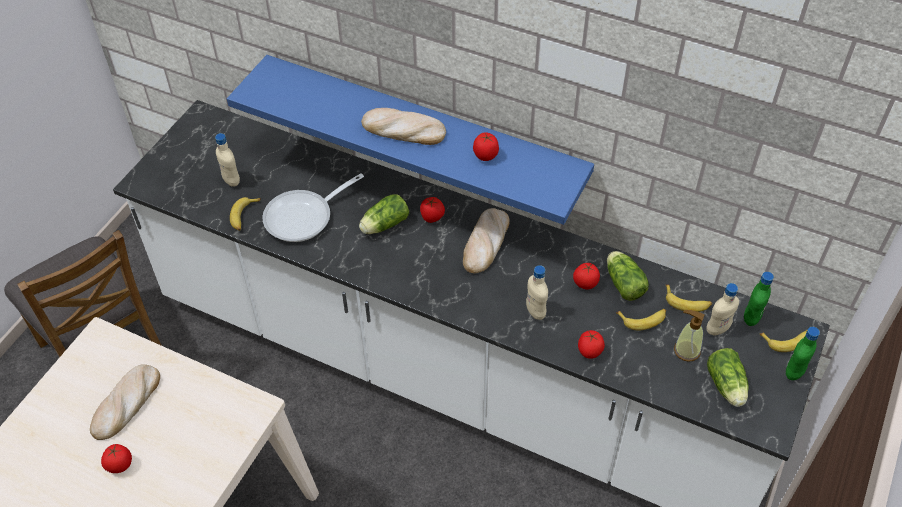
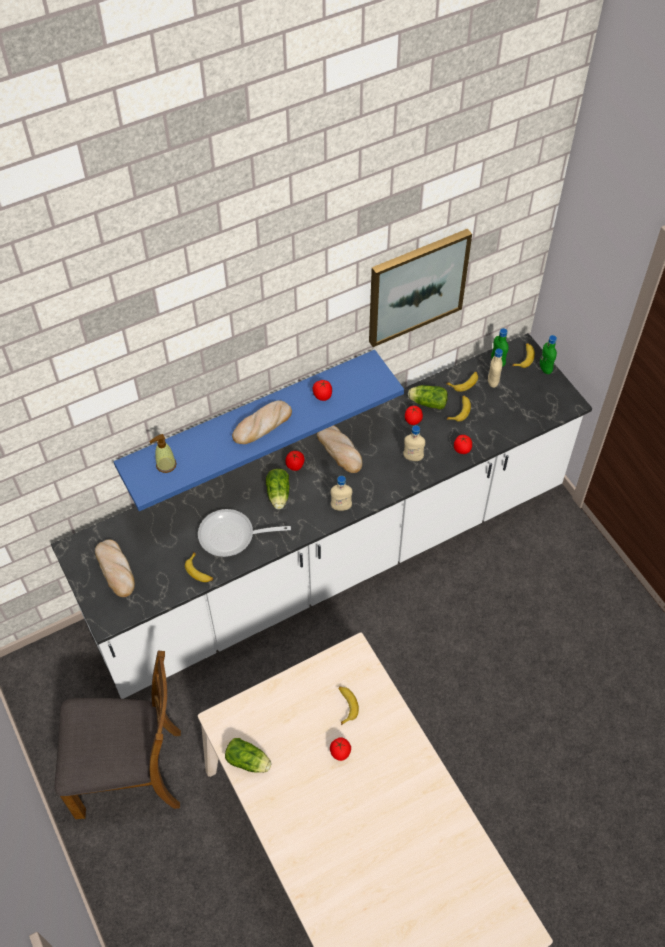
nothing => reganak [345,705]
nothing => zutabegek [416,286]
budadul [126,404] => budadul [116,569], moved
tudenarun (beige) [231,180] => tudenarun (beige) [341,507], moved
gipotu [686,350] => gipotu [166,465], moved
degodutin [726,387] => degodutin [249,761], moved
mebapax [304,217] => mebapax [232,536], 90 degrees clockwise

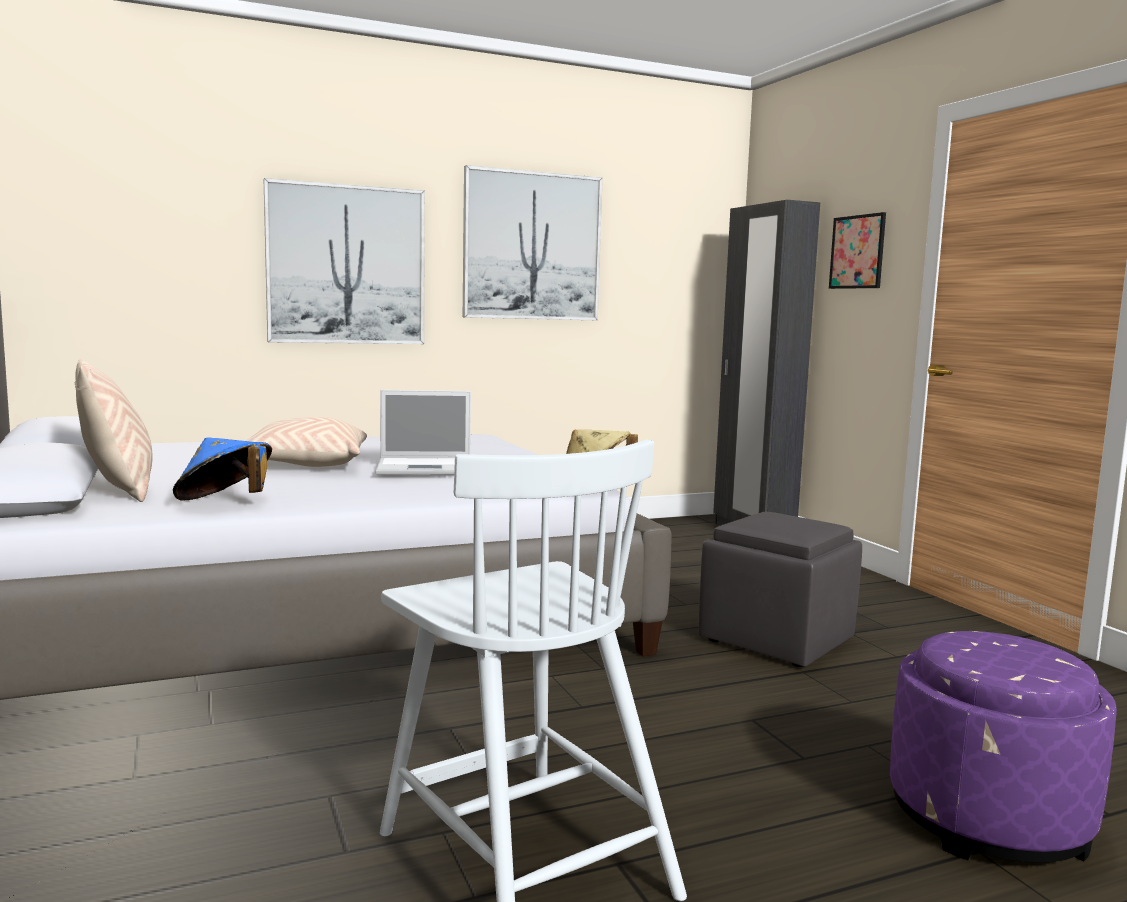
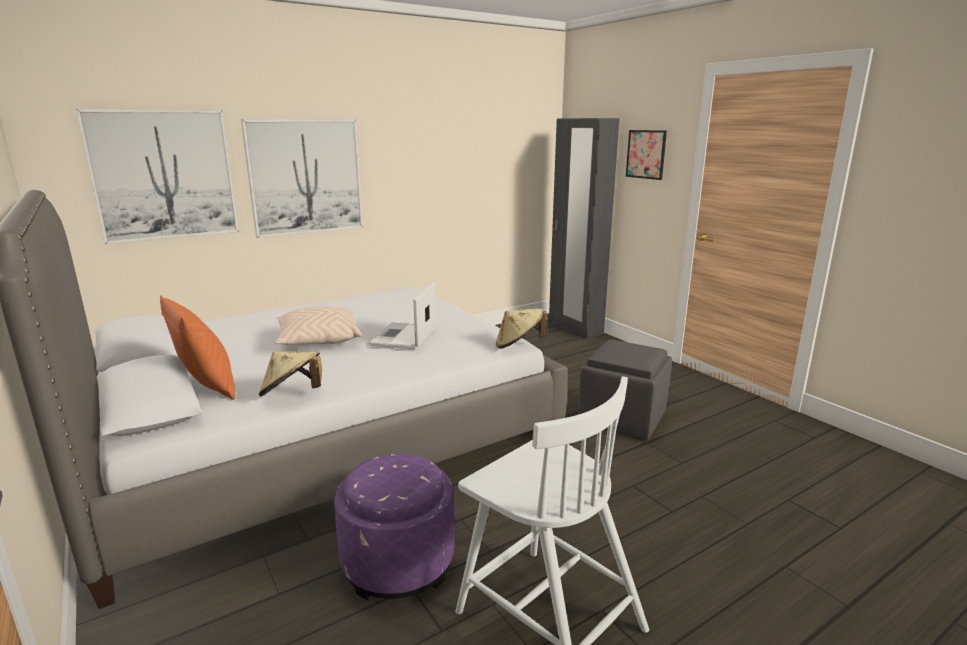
zutabegek [532,246] => zutabegek [164,175], moved
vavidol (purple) [988,818] => vavidol (purple) [398,563], moved
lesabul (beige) [118,490] => lesabul (orange) [207,387]
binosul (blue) [225,503] => binosul (beige) [292,393]
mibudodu [427,468] => mibudodu [404,337], 120 degrees clockwise

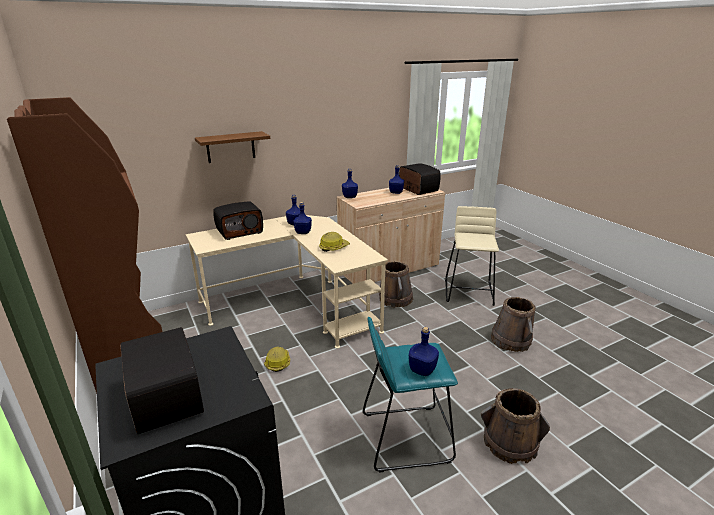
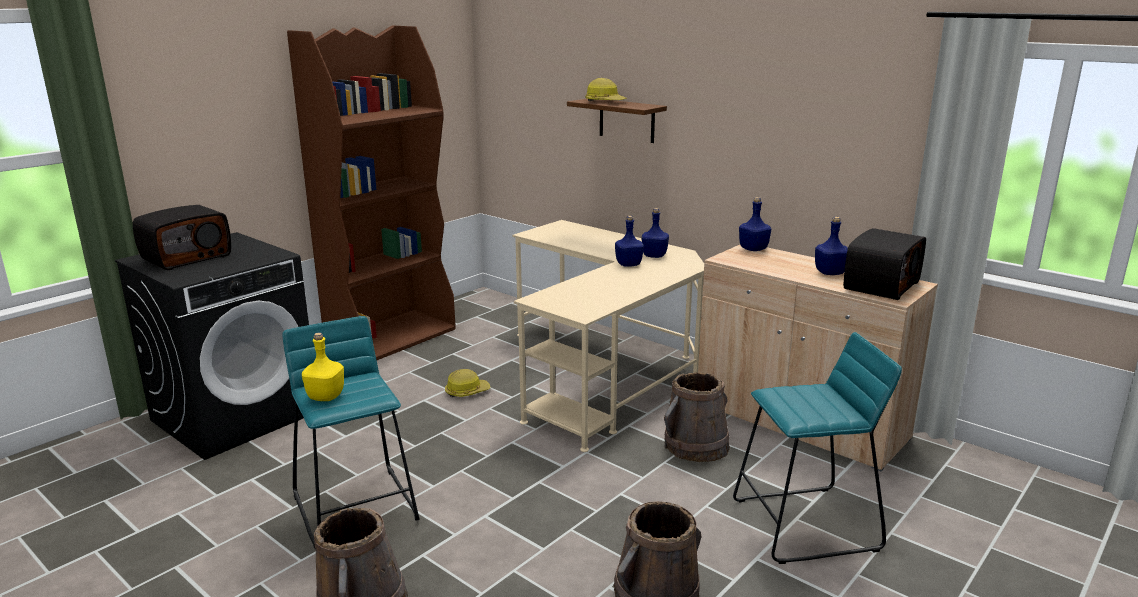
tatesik [240,231] => nothing
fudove [333,247] => fudove [605,102], moved
tudenarun (blue) [421,370] => tudenarun (yellow) [326,396]
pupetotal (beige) [469,292] => pupetotal (turquoise) [805,525]

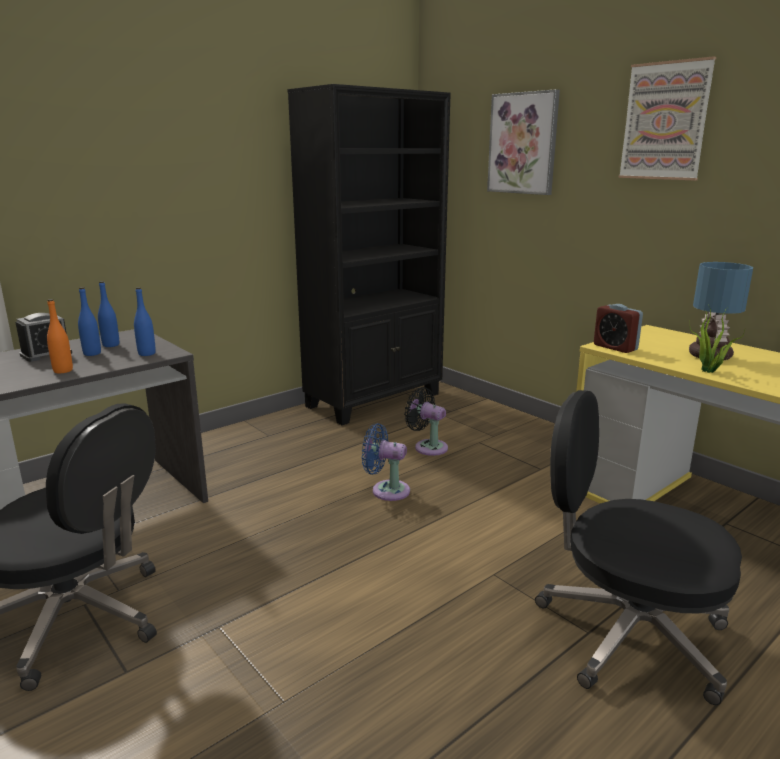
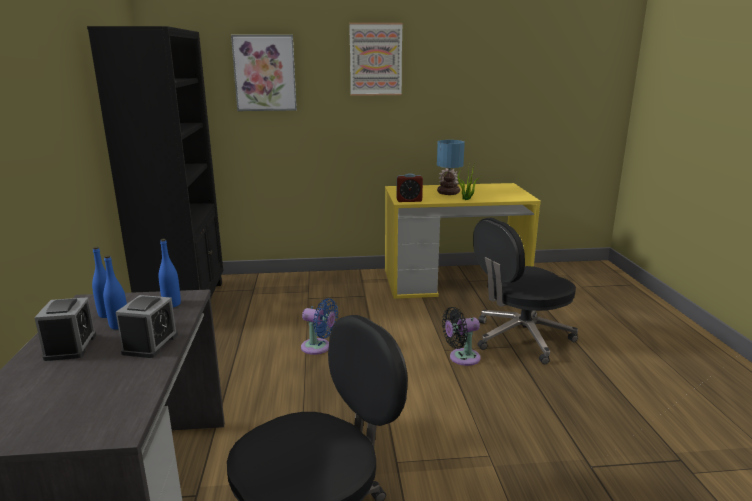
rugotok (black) [428,447] => rugotok (black) [461,358], moved
tudenarun (orange) [63,370] => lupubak [150,344]
rugotok (blue) [386,490] => rugotok (blue) [318,347], 120 degrees counterclockwise

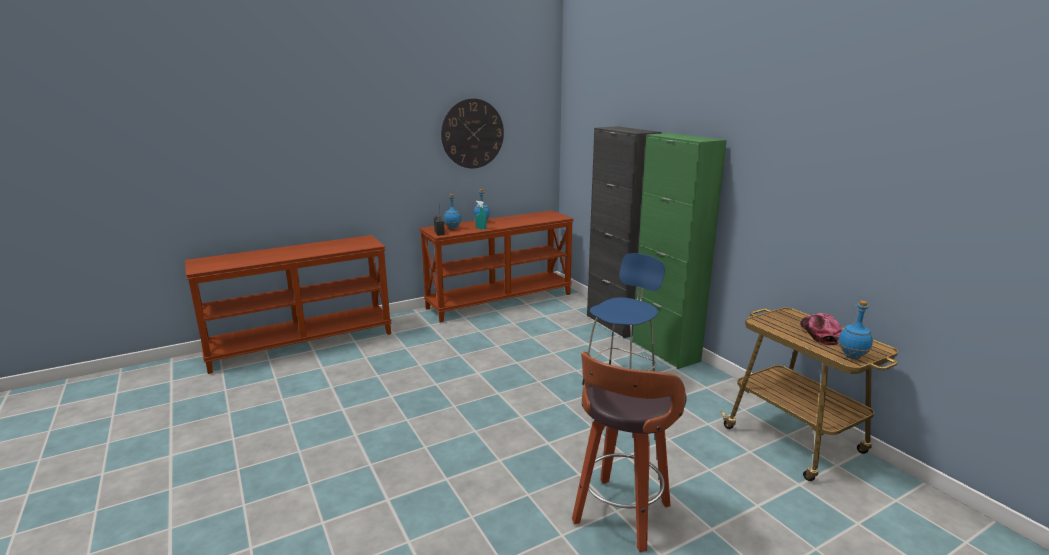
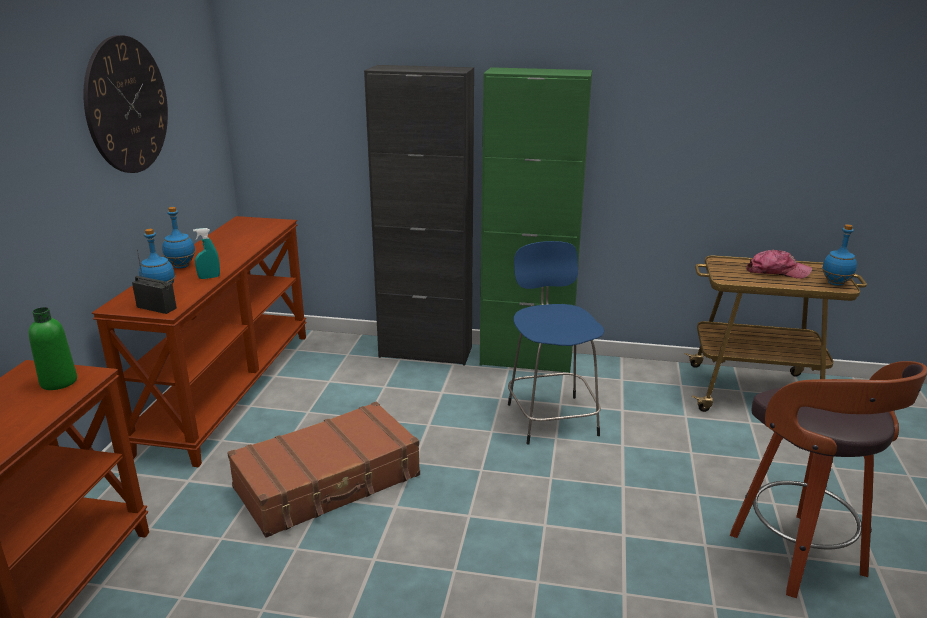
nothing => tudenarun (green) [59,382]
nothing => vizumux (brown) [328,482]
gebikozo [819,333] => gebikozo [777,272], 150 degrees clockwise

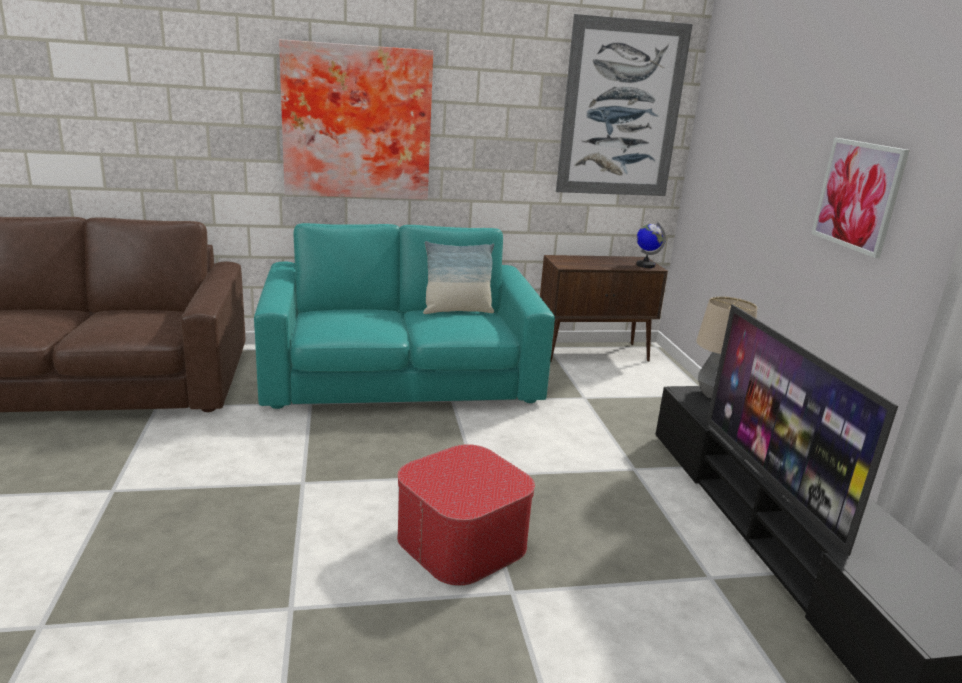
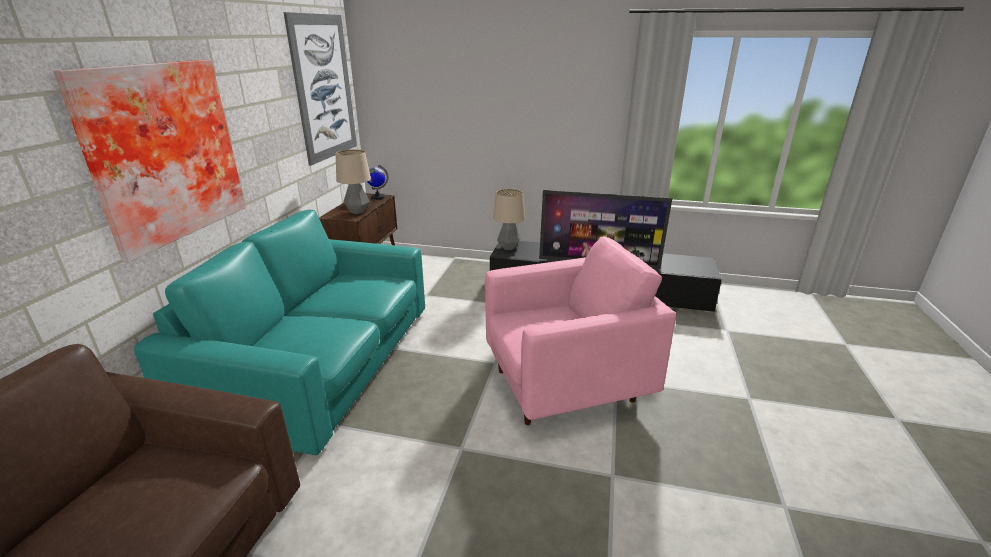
lesabul [457,311] => nothing
zutabegek [858,195] => nothing
nothing => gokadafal [357,212]
vavidol [461,541] => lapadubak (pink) [565,386]

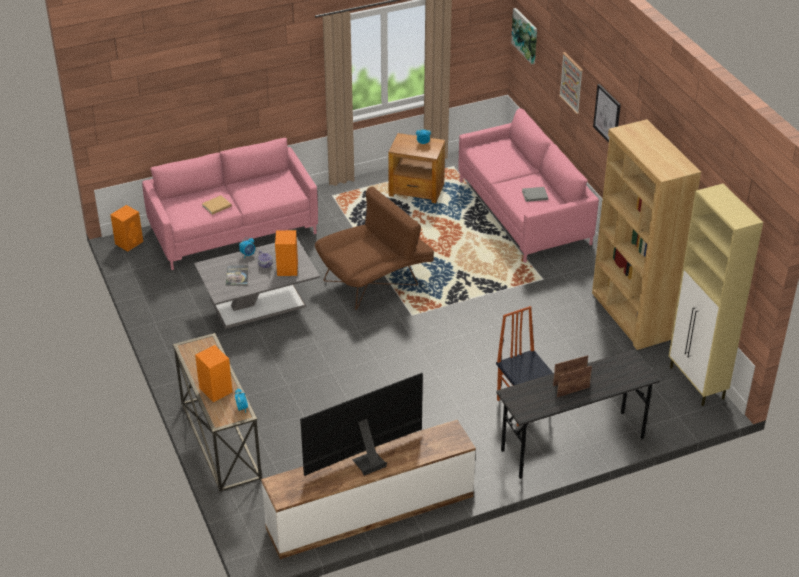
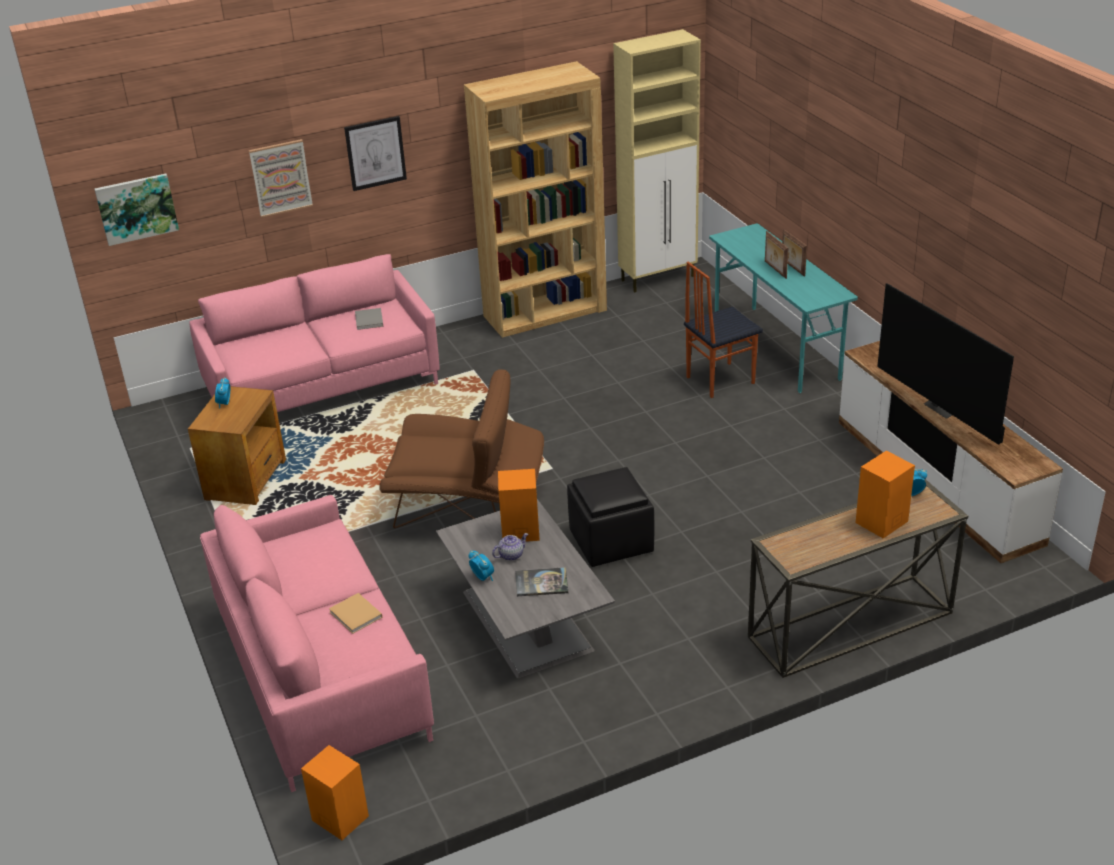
nothing => vavidol (black) [610,542]
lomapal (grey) [572,445] => lomapal (turquoise) [776,349]
lapadubak (brown) [376,279] => lapadubak (brown) [468,505], 135 degrees clockwise

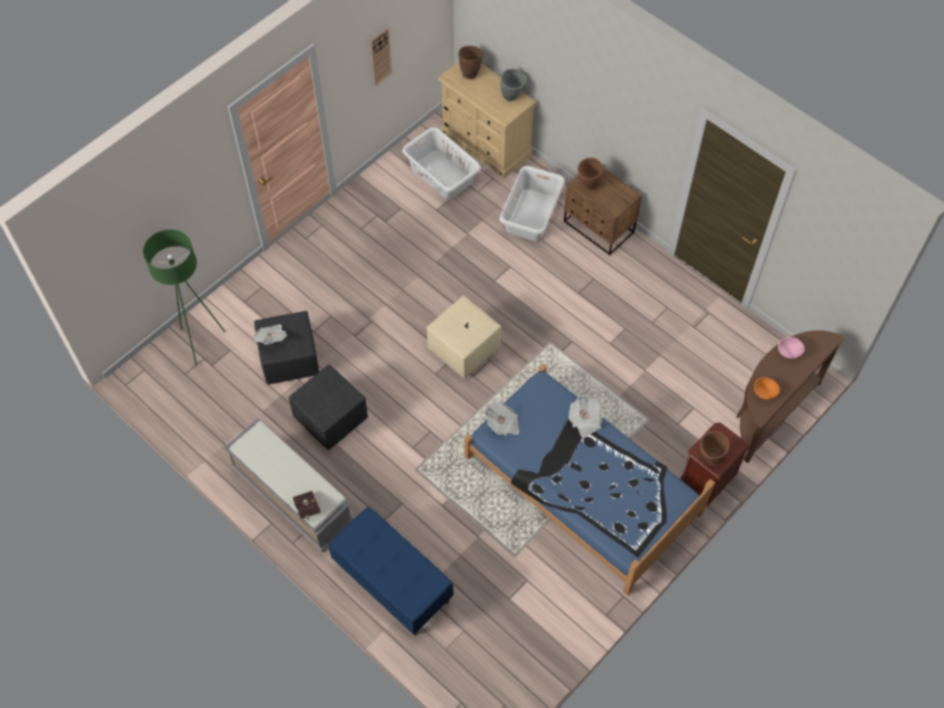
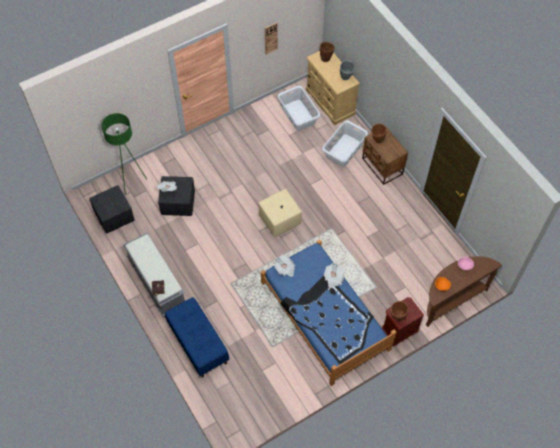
vavidol (black) [331,418] => vavidol (black) [114,216], moved

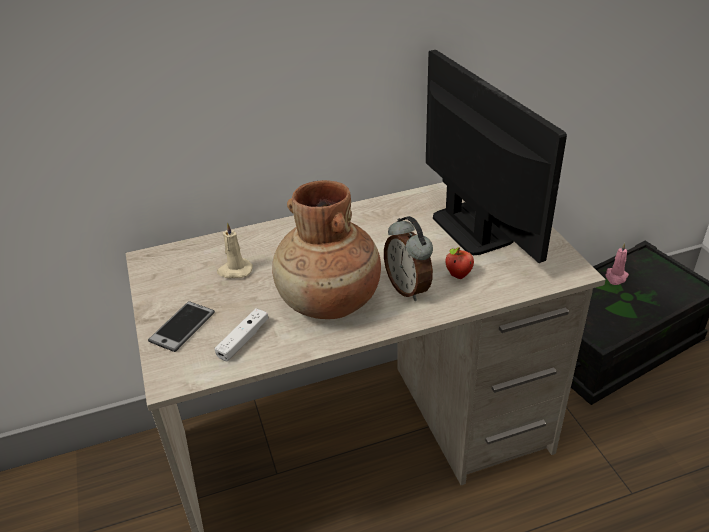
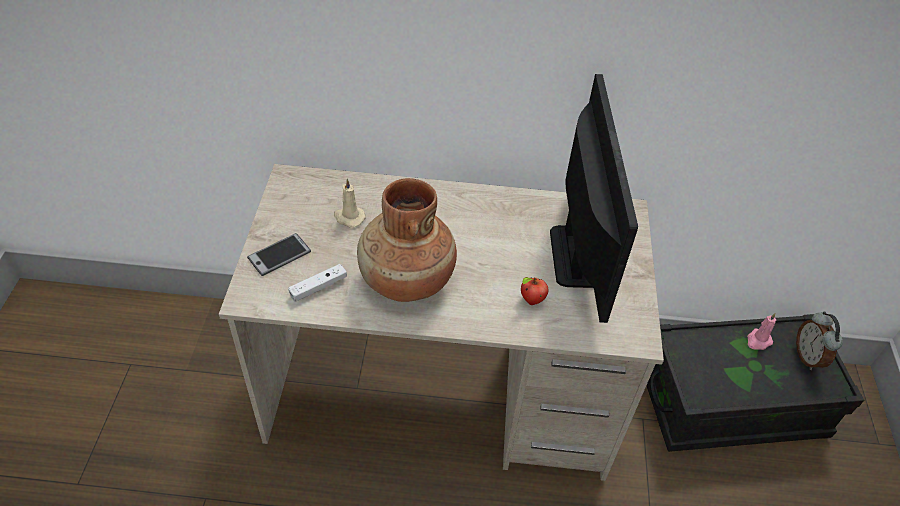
lupubak [409,288] => lupubak [808,357], moved

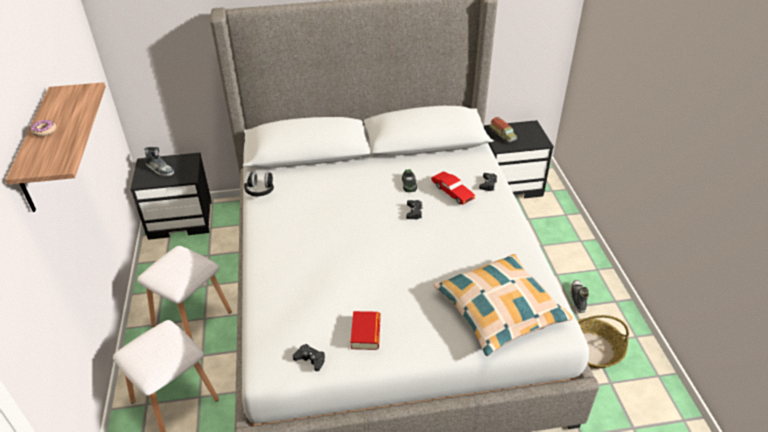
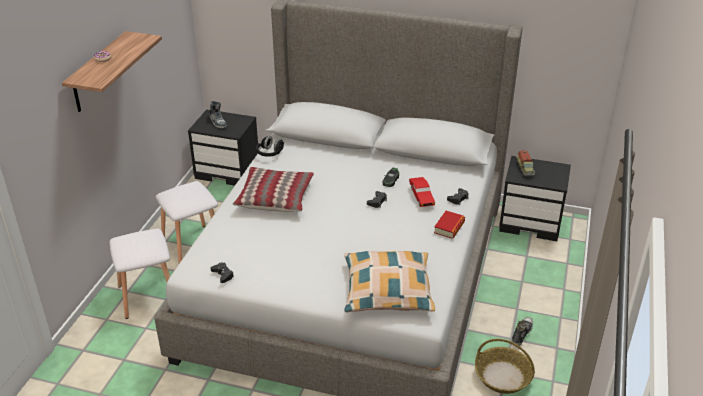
nothing => lesabul [275,197]
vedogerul [366,333] => vedogerul [449,227], moved

